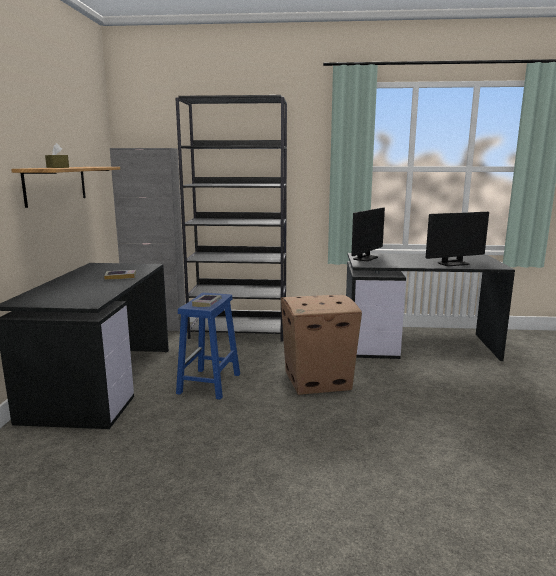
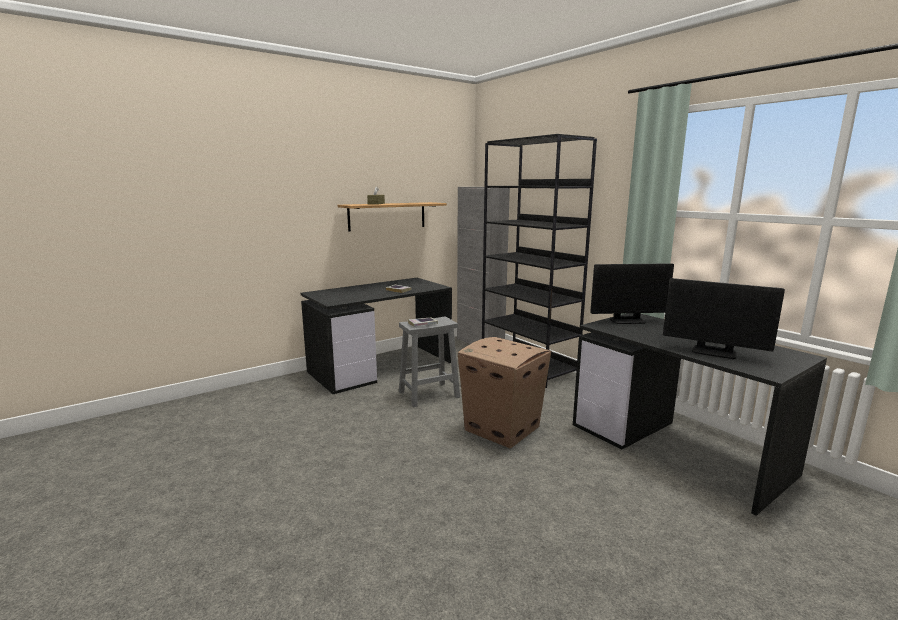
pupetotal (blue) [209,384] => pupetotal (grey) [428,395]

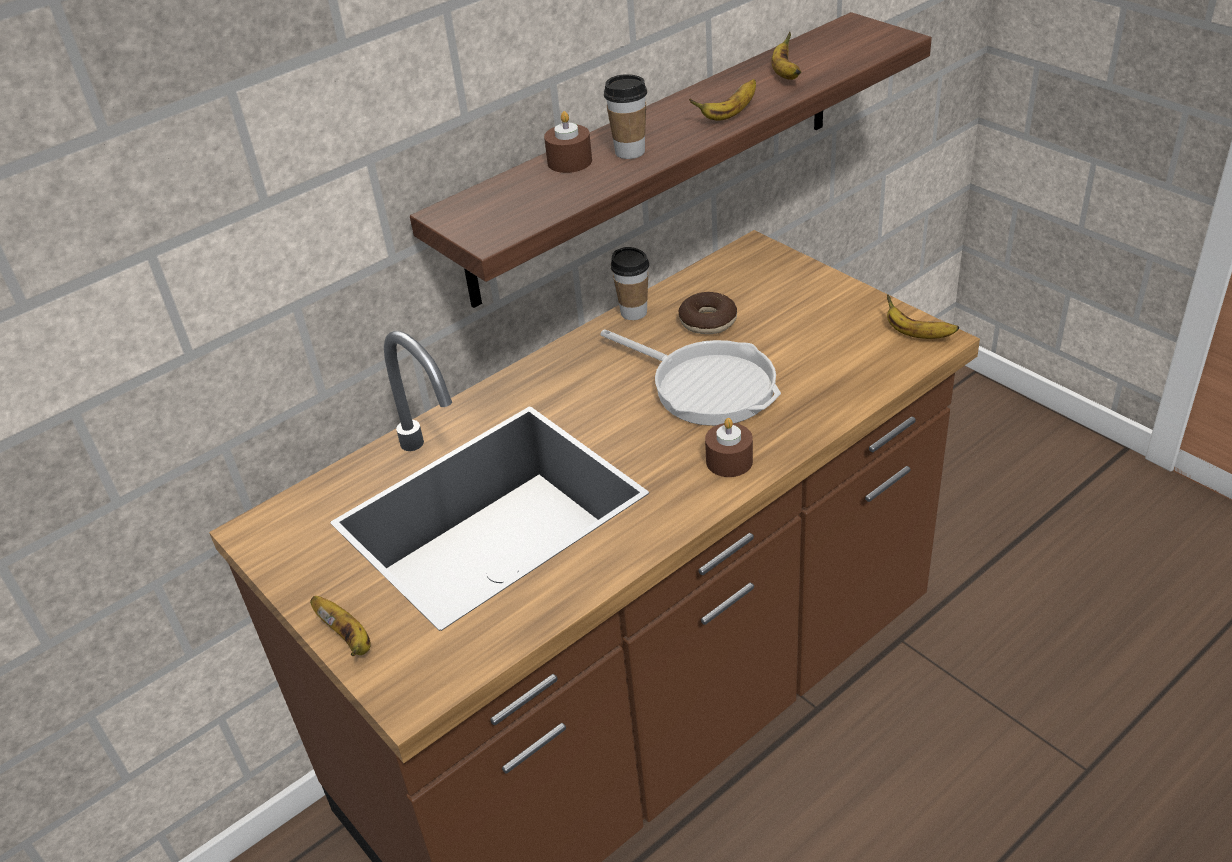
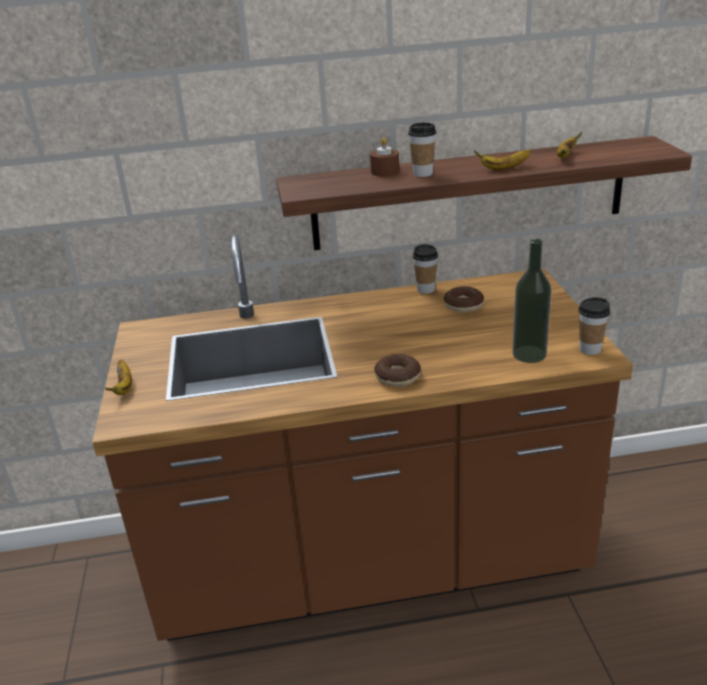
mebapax [707,386] => nothing
nothing => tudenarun [529,354]
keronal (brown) [729,461] => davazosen [397,377]
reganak [916,334] => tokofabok [590,349]

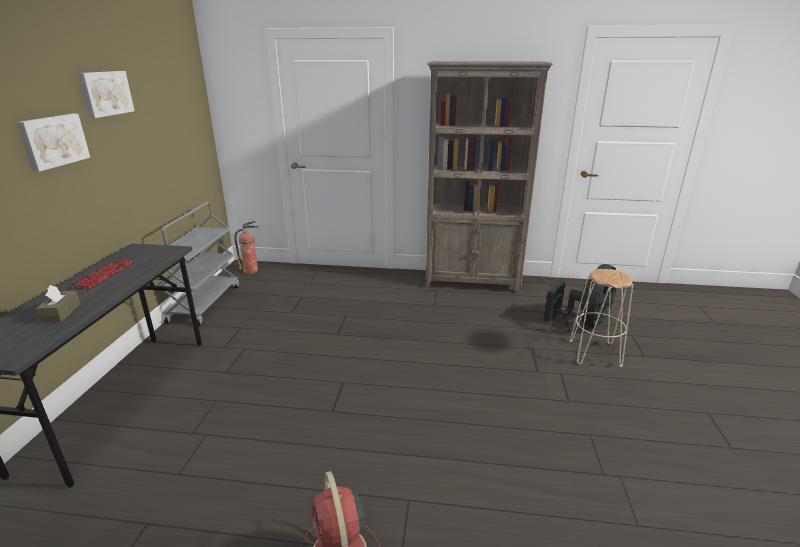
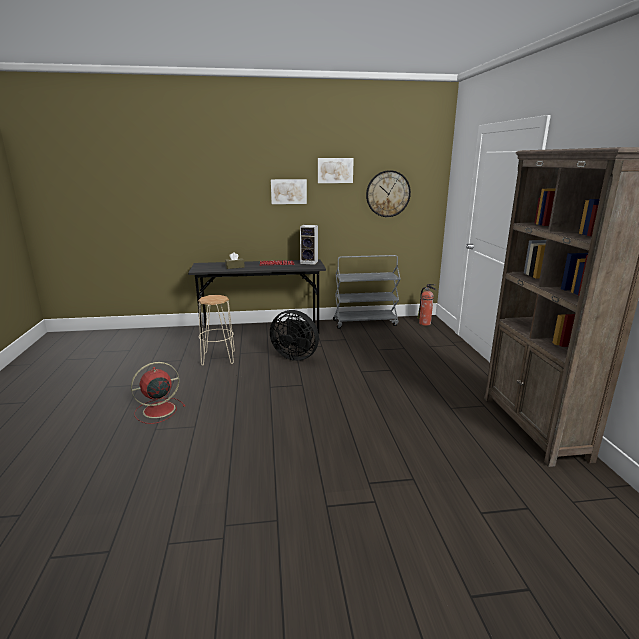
nothing => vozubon [310,262]
nothing => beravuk [388,194]
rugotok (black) [584,322] => rugotok (black) [295,356], moved
pupetotal (beige) [594,354] => pupetotal (beige) [218,358], moved

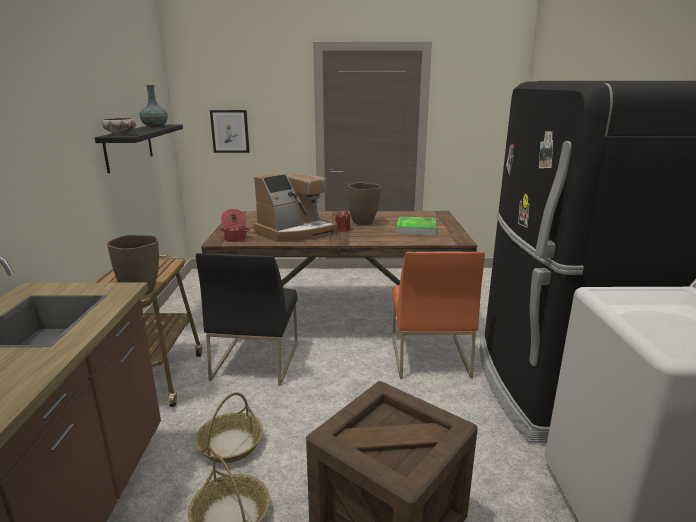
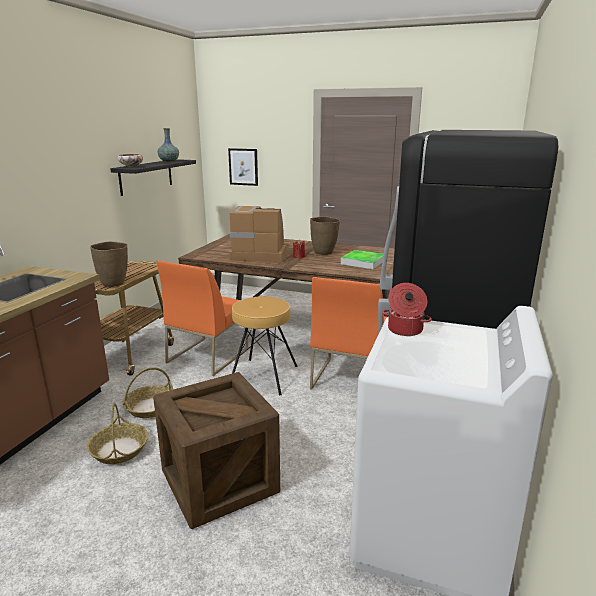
nothing => pupetotal (brown) [263,376]
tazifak [235,239] => tazifak [404,330], moved
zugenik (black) [255,360] => zugenik (orange) [208,355]
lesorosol [295,232] => lesorosol [258,255], 150 degrees counterclockwise

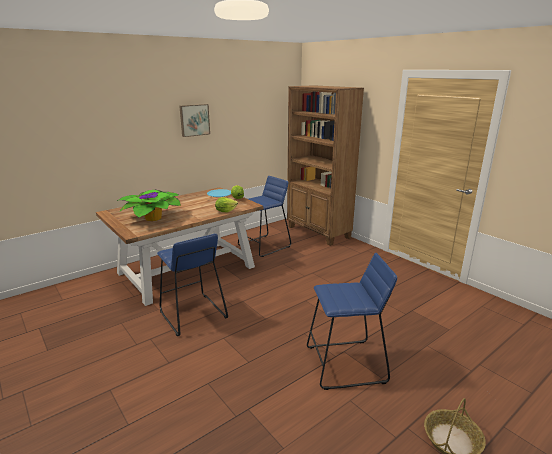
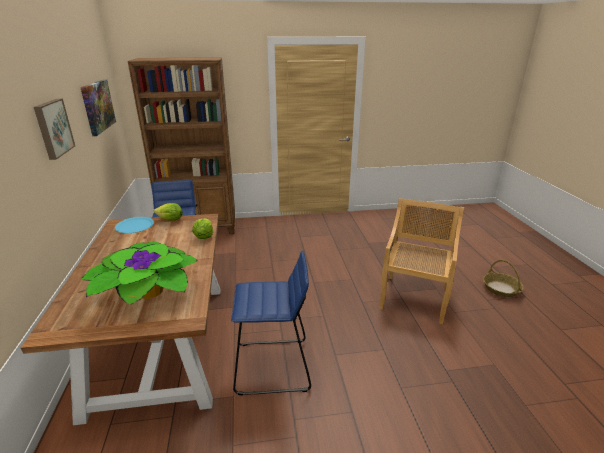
nothing => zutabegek [98,106]
pupetotal (blue) [345,364] => zugenik (beige) [414,297]

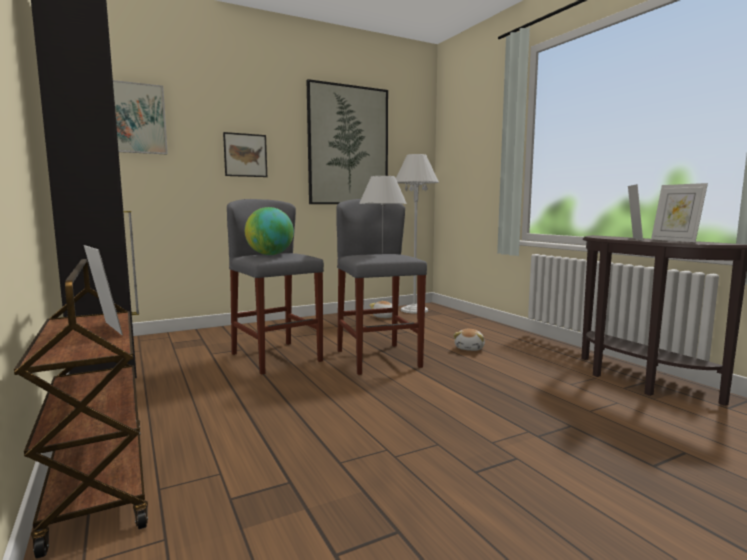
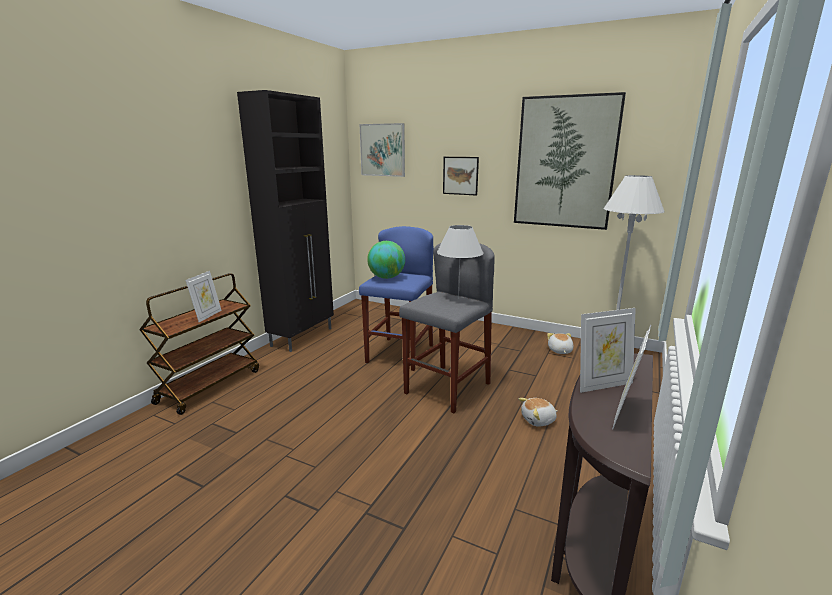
pupetotal (grey) [276,357] => pupetotal (blue) [400,354]

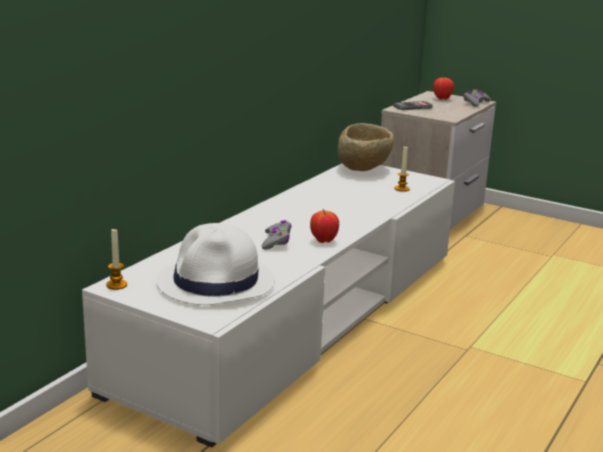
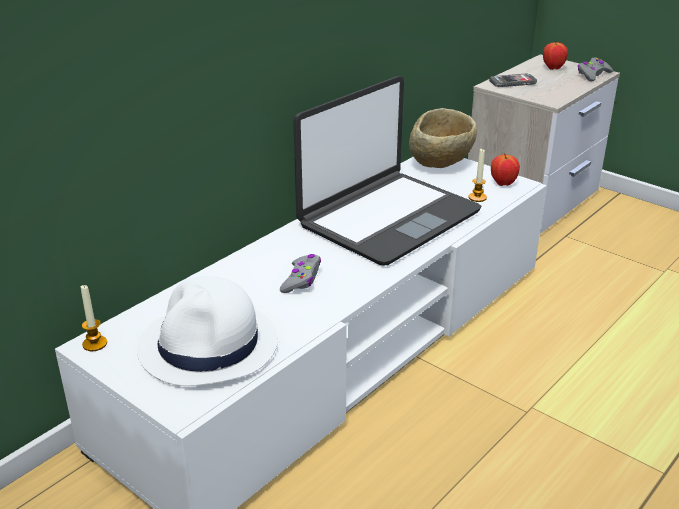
nothing => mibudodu [388,218]
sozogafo [323,241] => sozogafo [503,183], moved

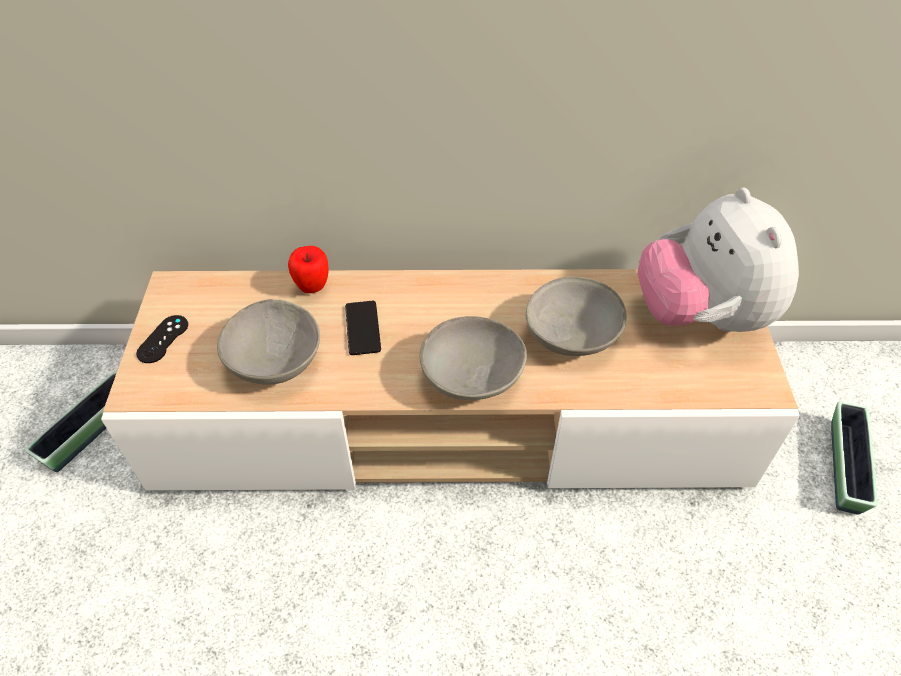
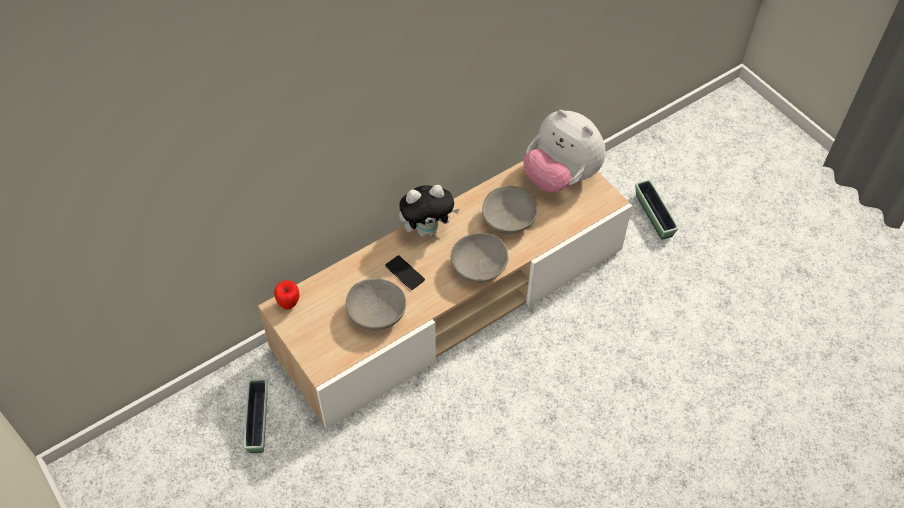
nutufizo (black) [163,339] => nothing
nothing => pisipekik [427,229]
sozogafo [312,288] => sozogafo [289,304], moved

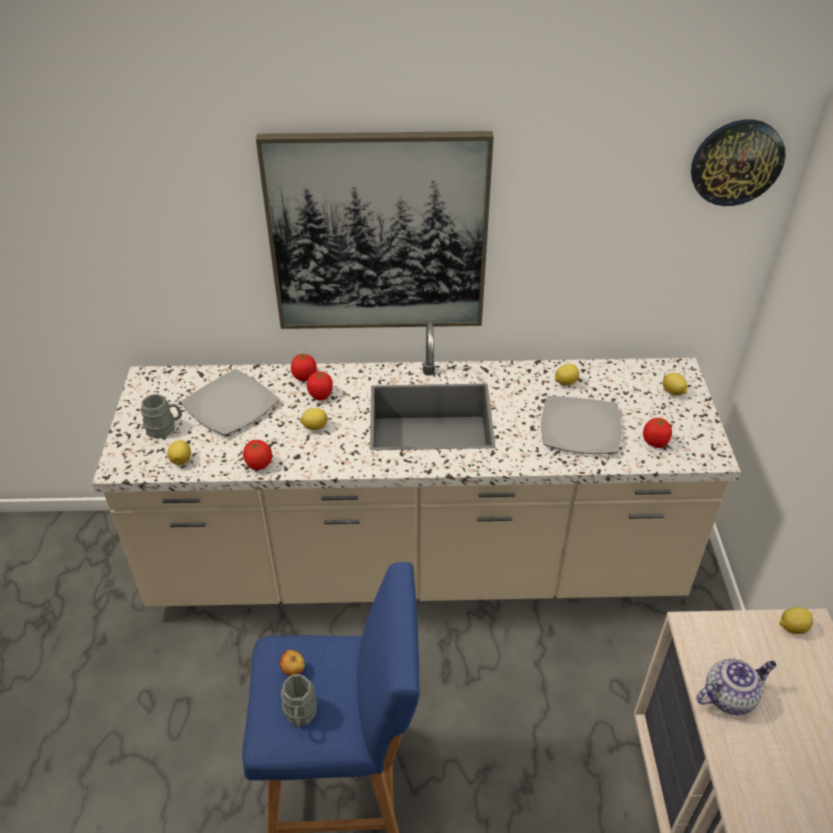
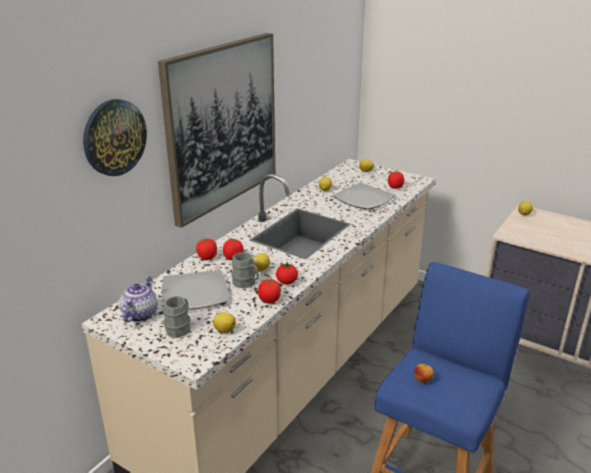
nothing => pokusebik [287,282]
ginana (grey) [300,715] => ginana (grey) [246,283], moved
beravuk [736,162] => beravuk [114,137], moved
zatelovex [729,696] => zatelovex [140,314], moved

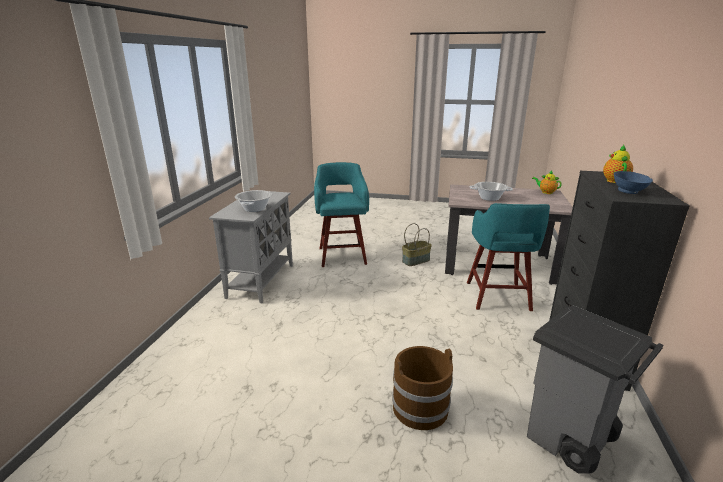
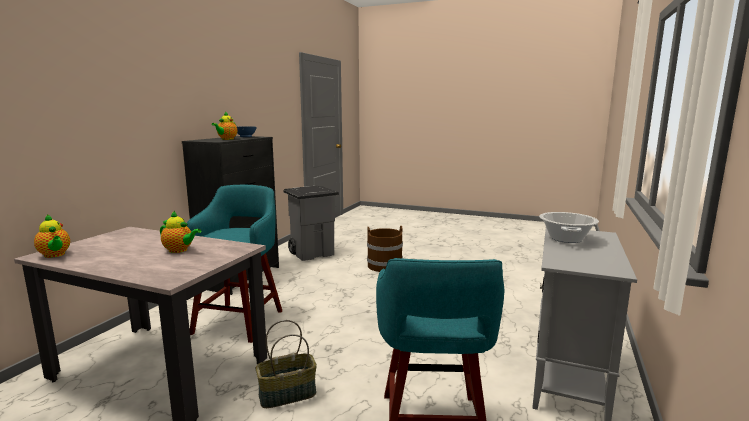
tazifak [489,198] => zatelovex [180,250]

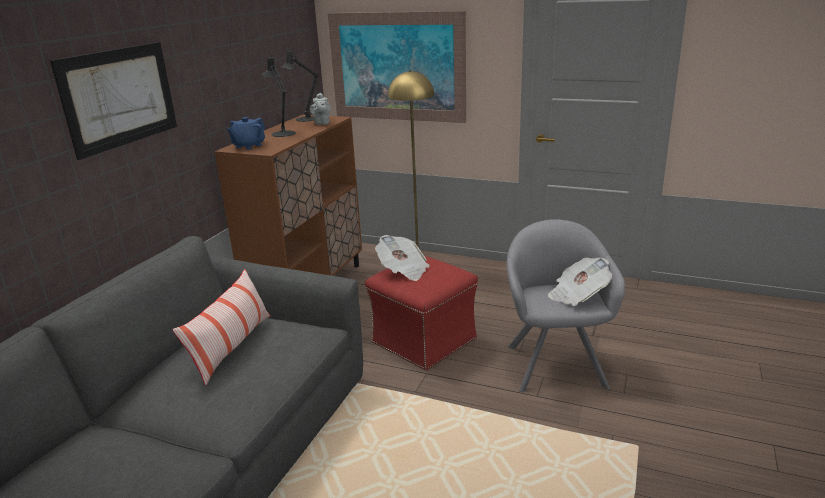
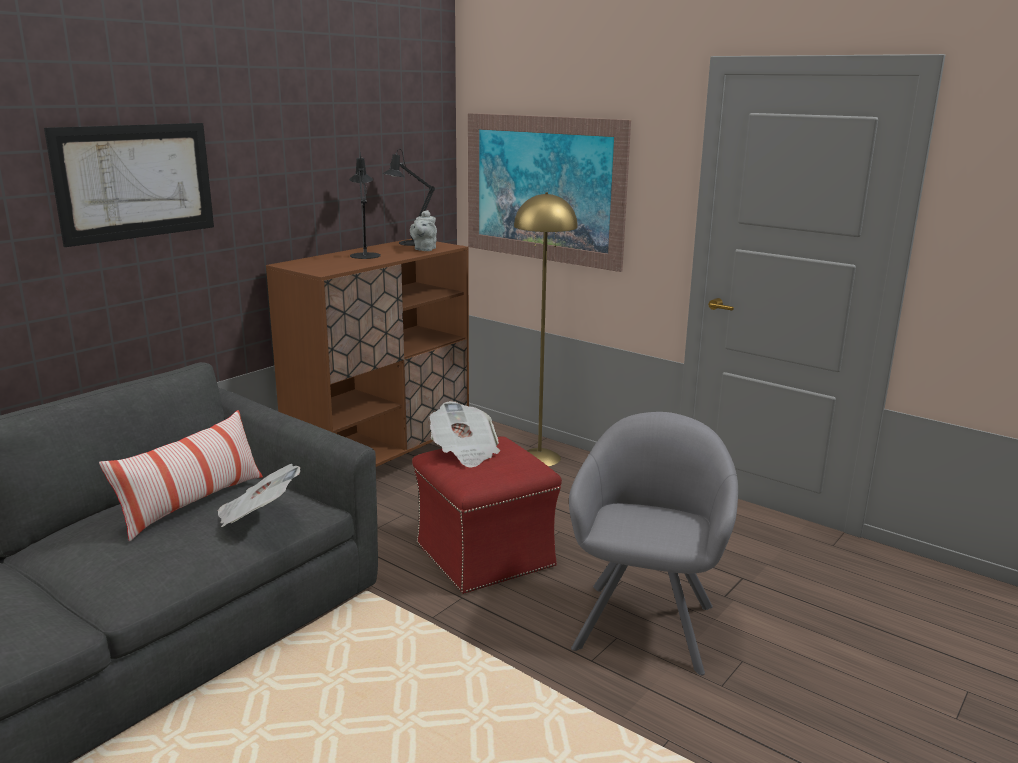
zatelovex (blue) [248,146] => nothing
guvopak [578,295] => guvopak [258,515], moved

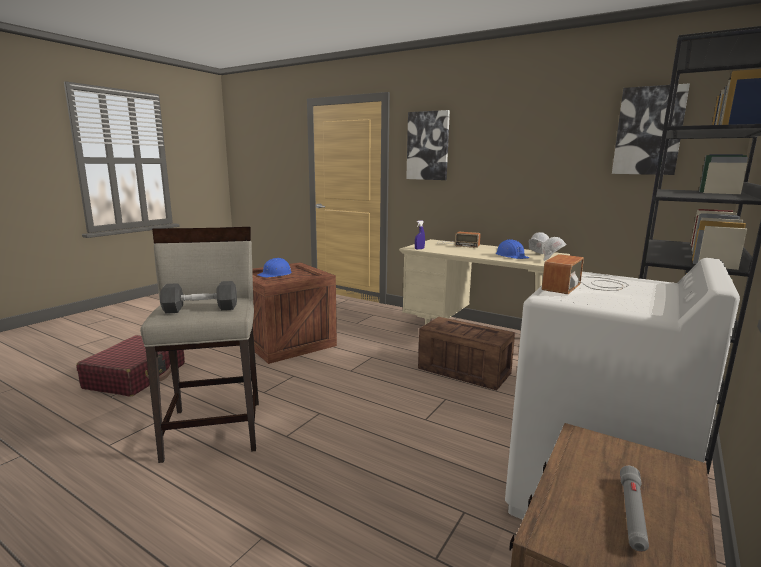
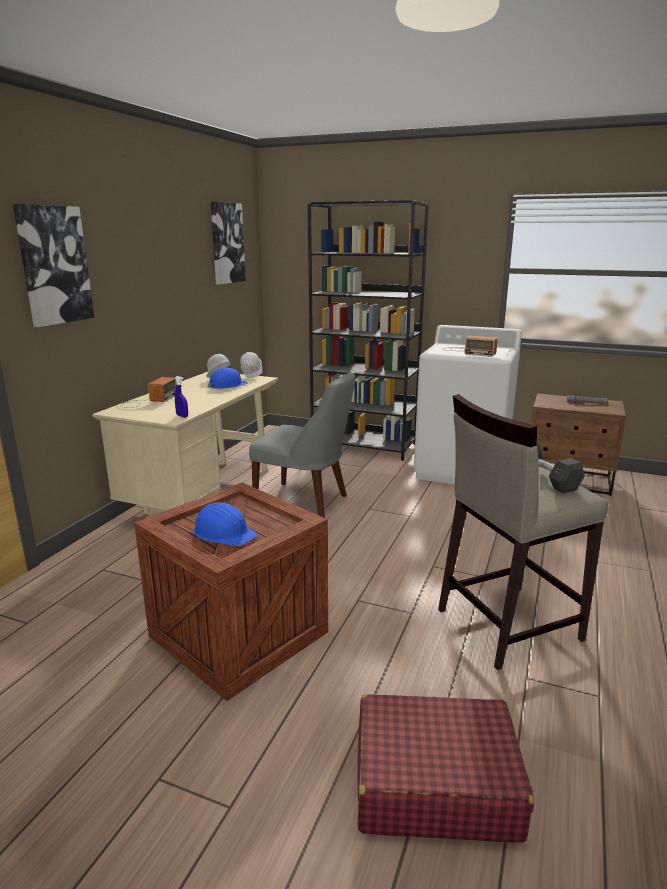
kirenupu [462,370] => zugenik (grey) [305,502]

